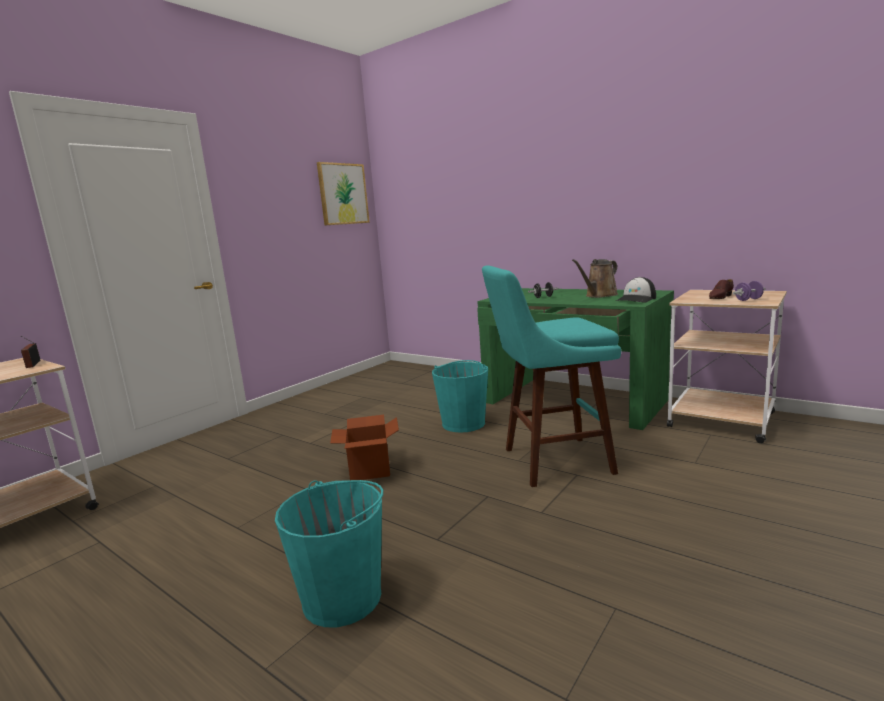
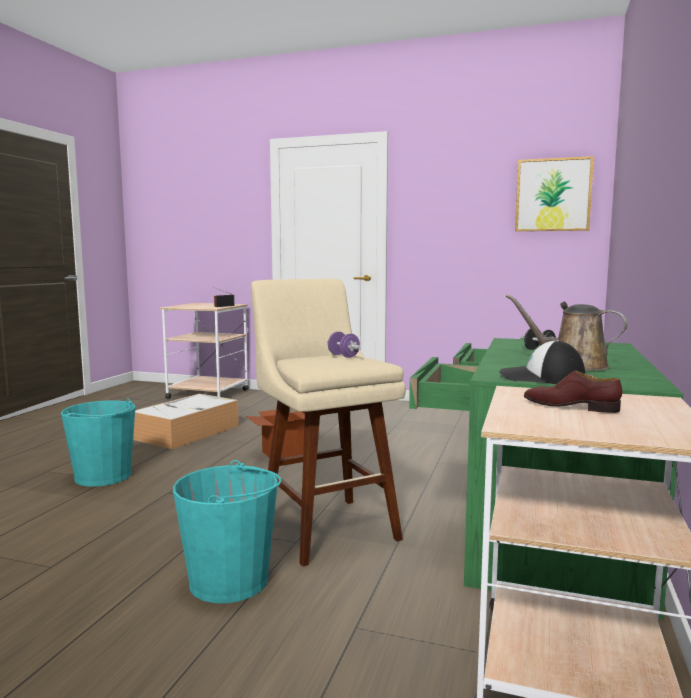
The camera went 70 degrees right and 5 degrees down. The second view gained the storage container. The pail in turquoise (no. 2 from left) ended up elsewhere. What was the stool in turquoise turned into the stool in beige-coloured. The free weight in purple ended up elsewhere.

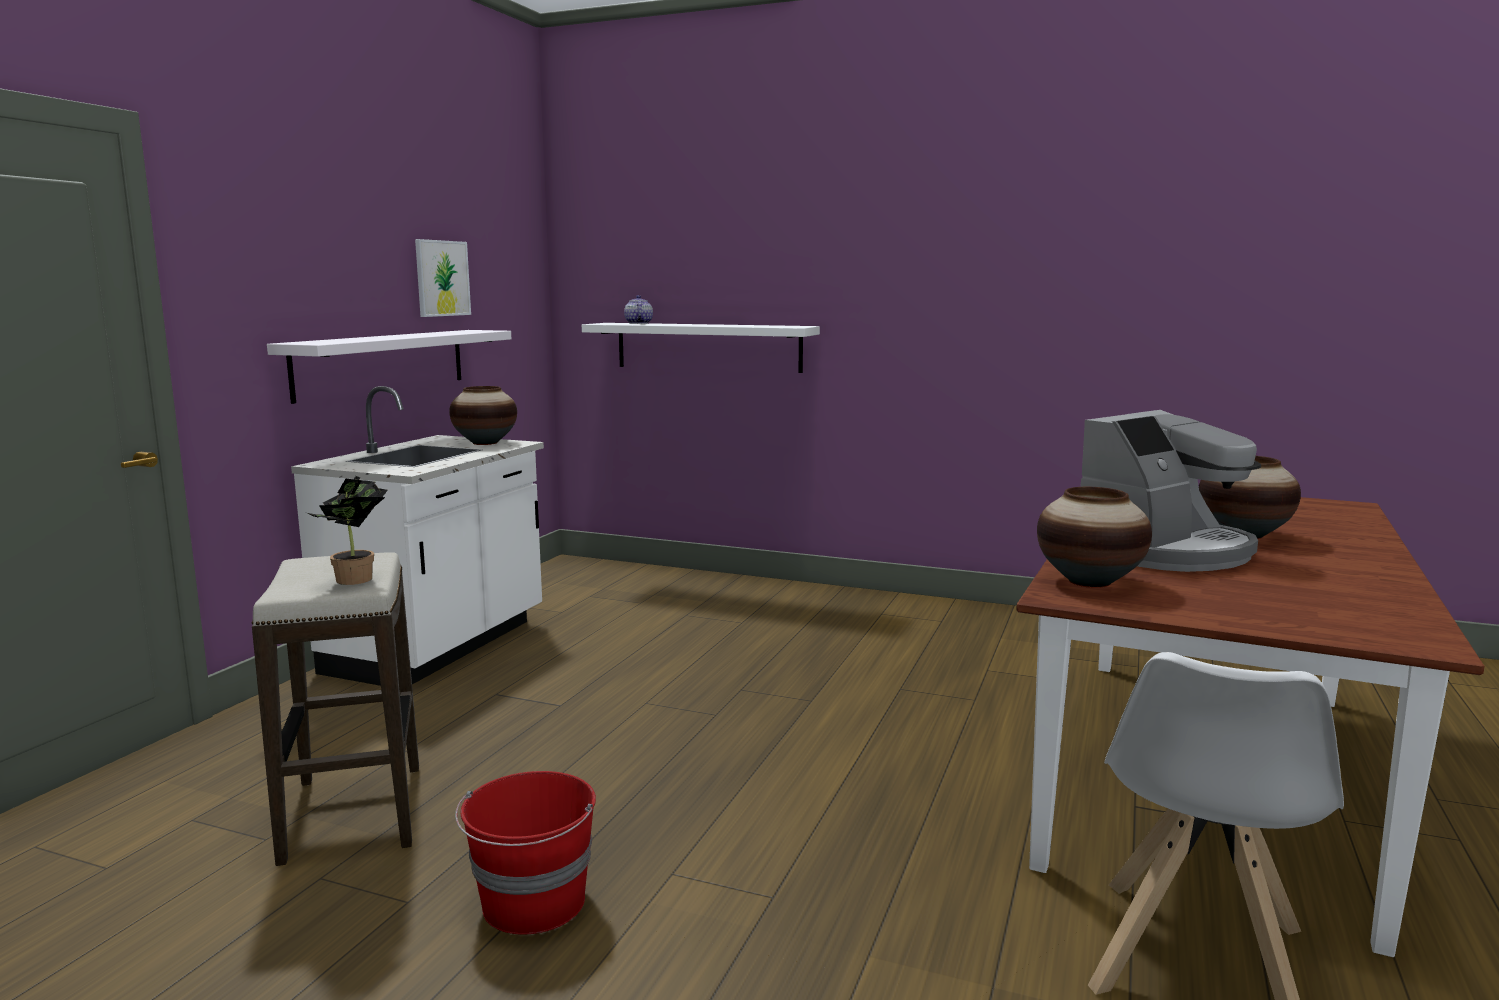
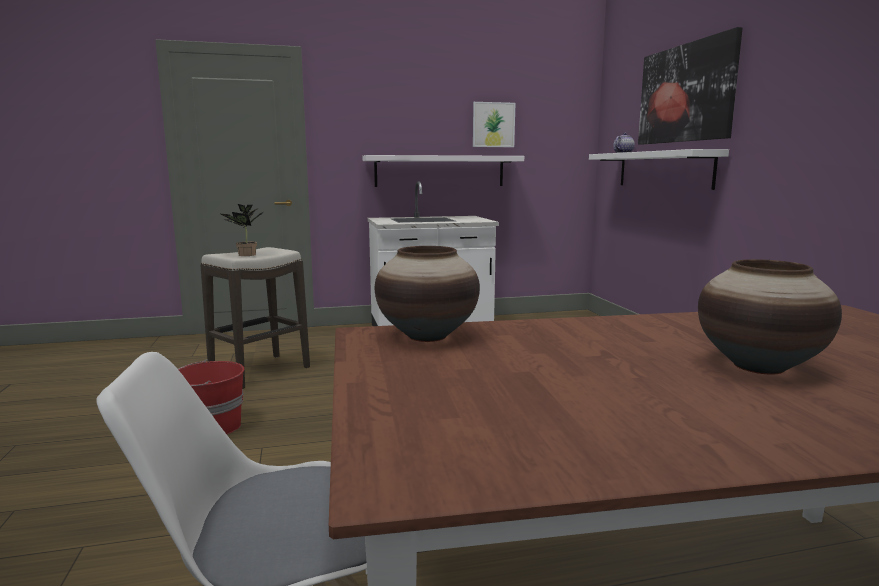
The camera went 55 degrees right and 0 degrees up. The second view gained the wall art (no. 2 from left). The second view lost the vase (no. 1 from left). The second view lost the coffee maker.

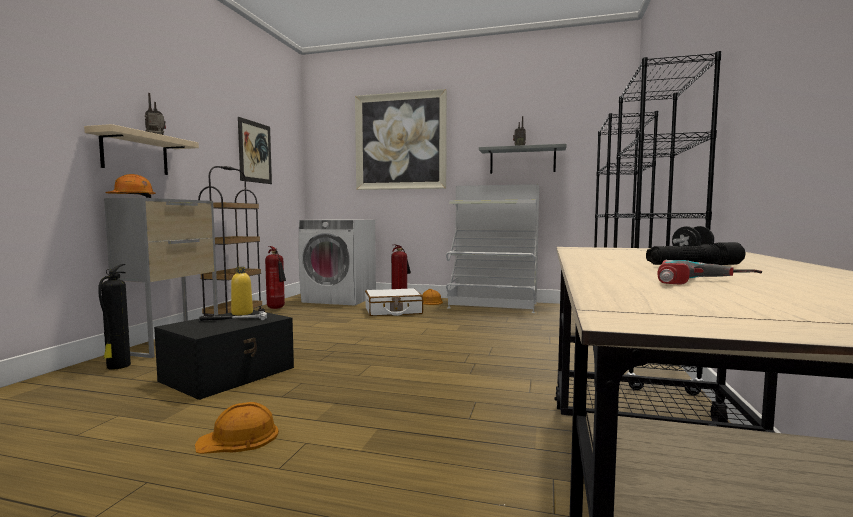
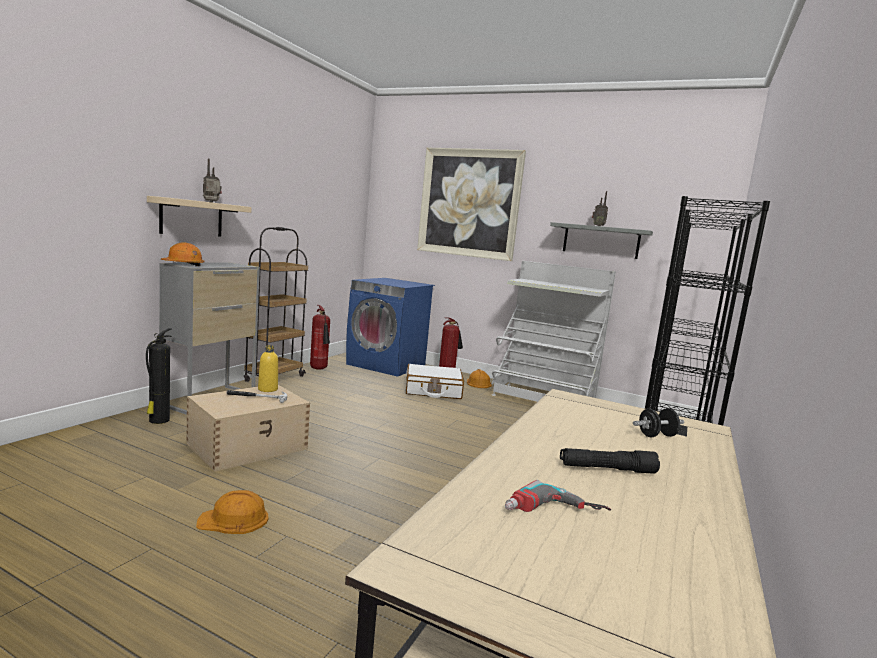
The camera went 10 degrees right and 5 degrees up. What was the storage container in black-coloured turned into the storage container in beige-coloured. What was the washing machine in white-coloured turned into the washing machine in blue-coloured. The second view lost the wall art (no. 1 from left).

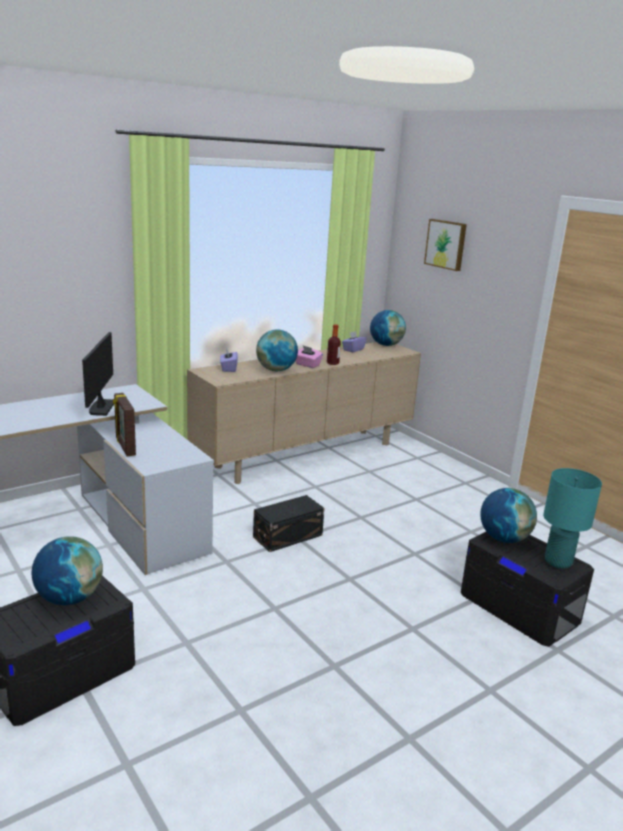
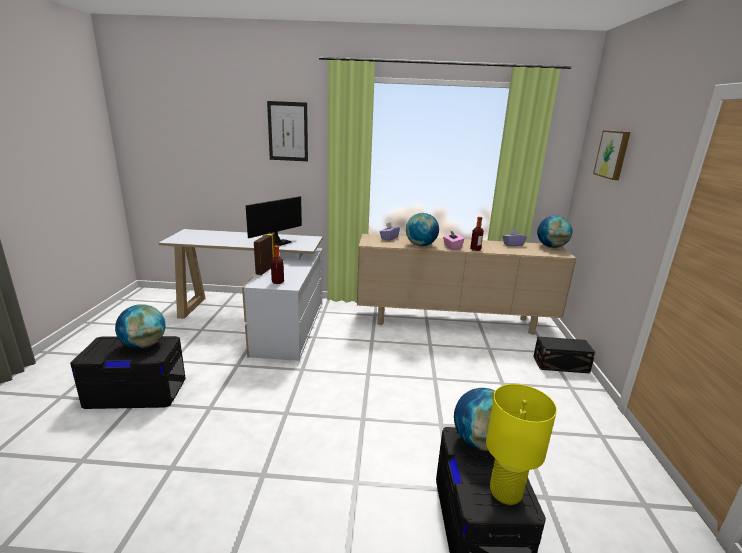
The camera went 40 degrees right and 0 degrees up. The second view gained the wall art (no. 1 from left). The second view gained the bottle (no. 1 from left). What was the lamp for a table in turquoise turned into the lamp for a table in yellowish. The storage container in black-coloured (no. 2 from left in the first image) ended up elsewhere.

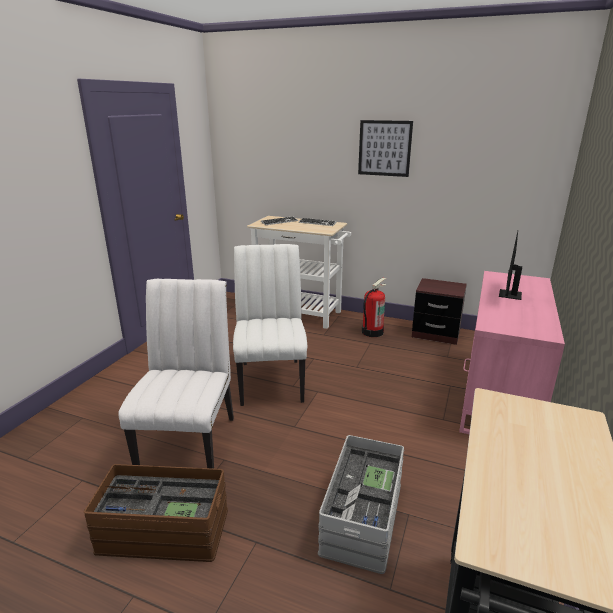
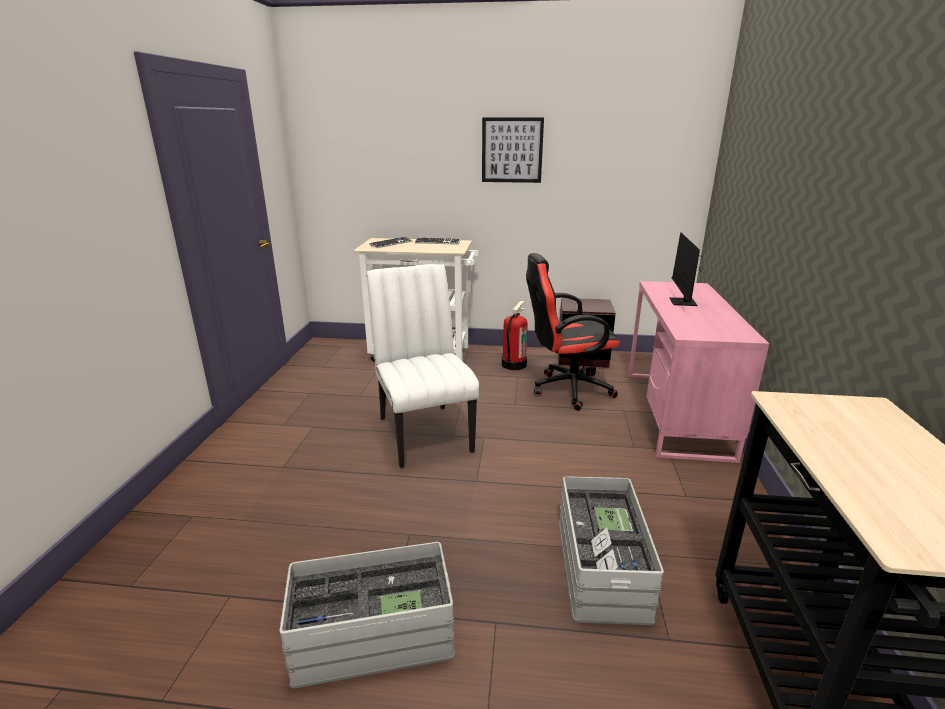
The camera went 15 degrees left and 0 degrees up. What was the storage container in brownish turned into the storage container in grey (no. 1 from left). The second view gained the desk chair in black-coloured. The second view lost the plain chair in white-coloured (no. 1 from left).

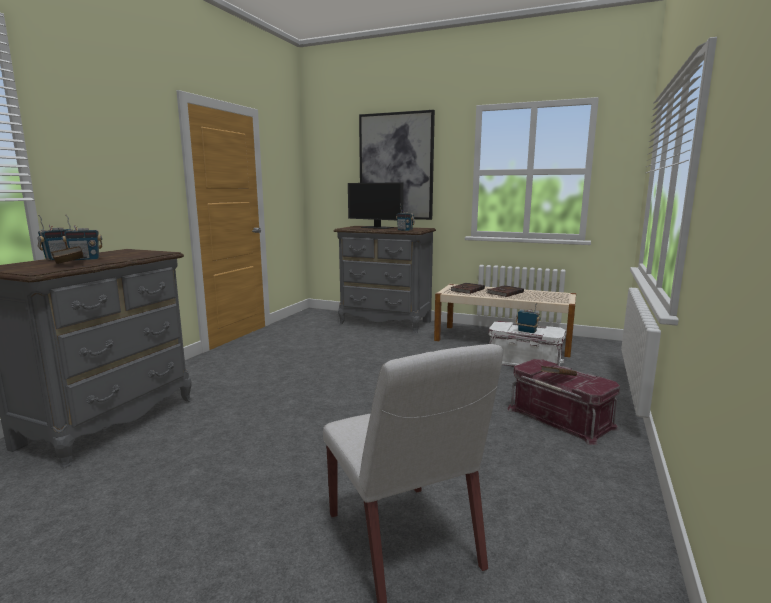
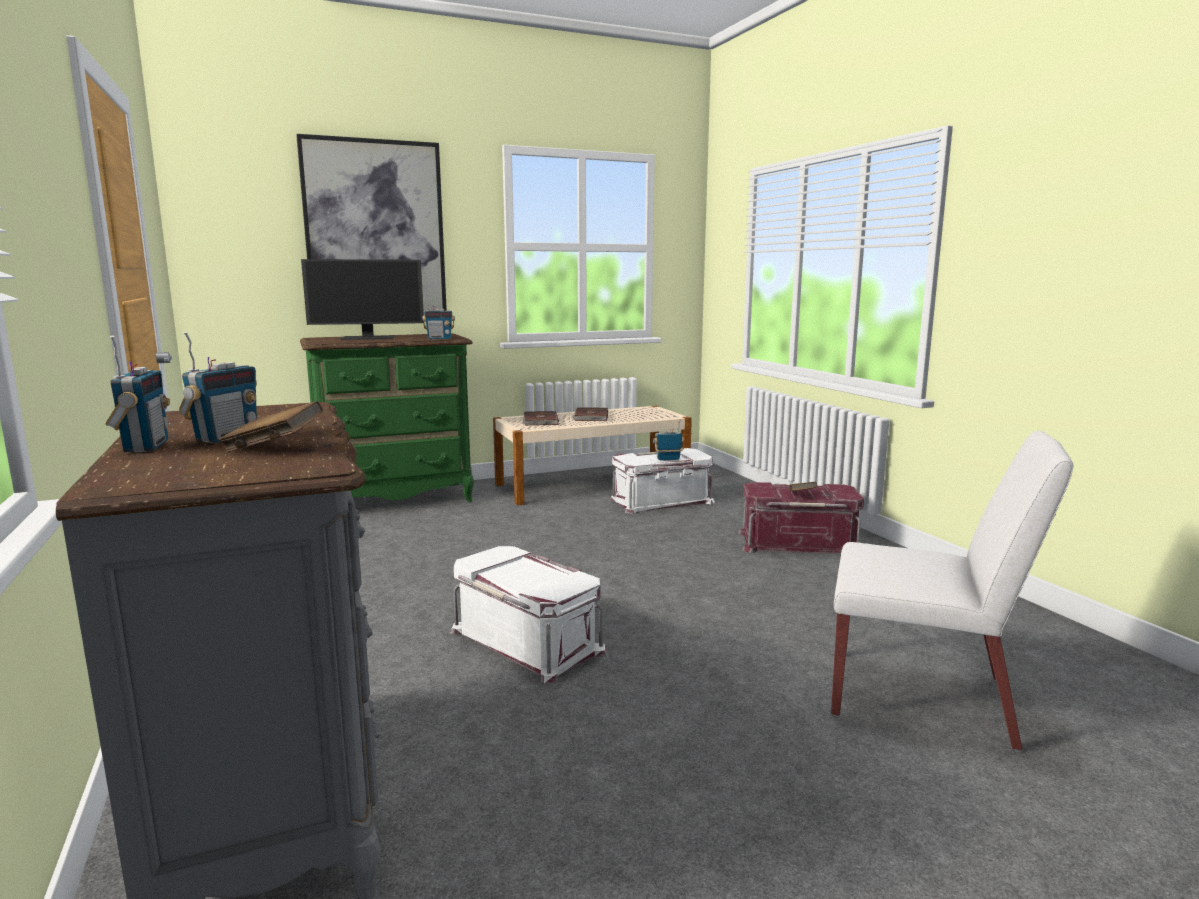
The camera went 45 degrees left and 0 degrees up. What was the drawer chest in grey (no. 2 from left) turned into the drawer chest in green. The second view gained the storage container in white-coloured (no. 1 from left).

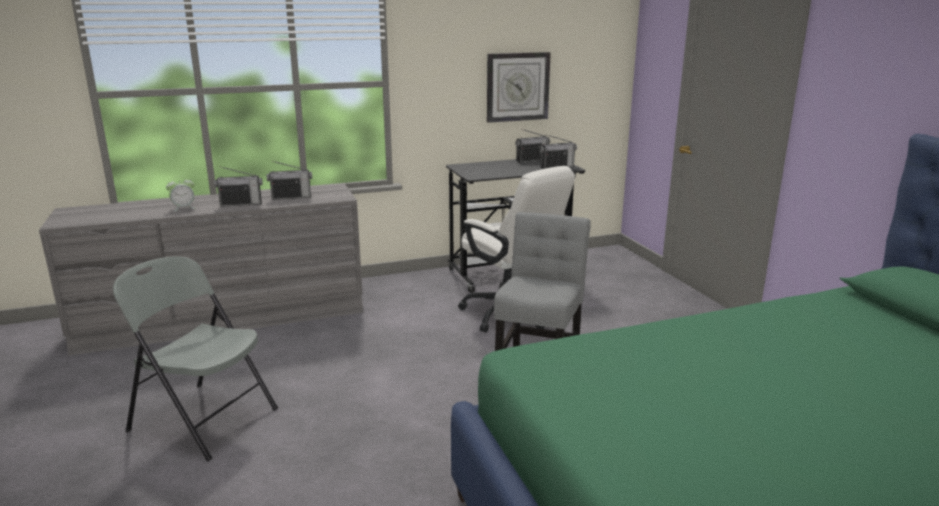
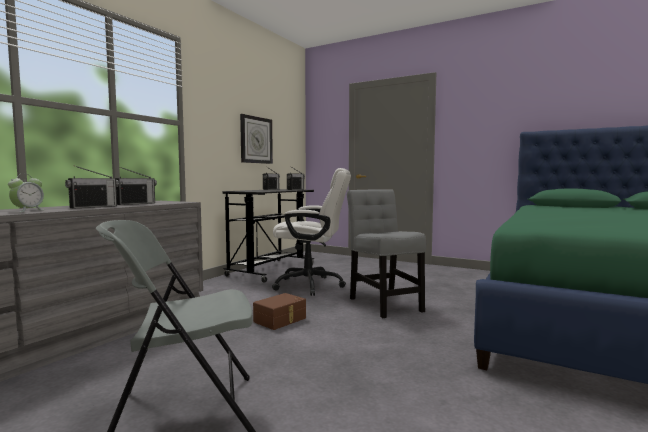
The camera went 40 degrees left and 15 degrees down. The second view gained the storage container in brownish.

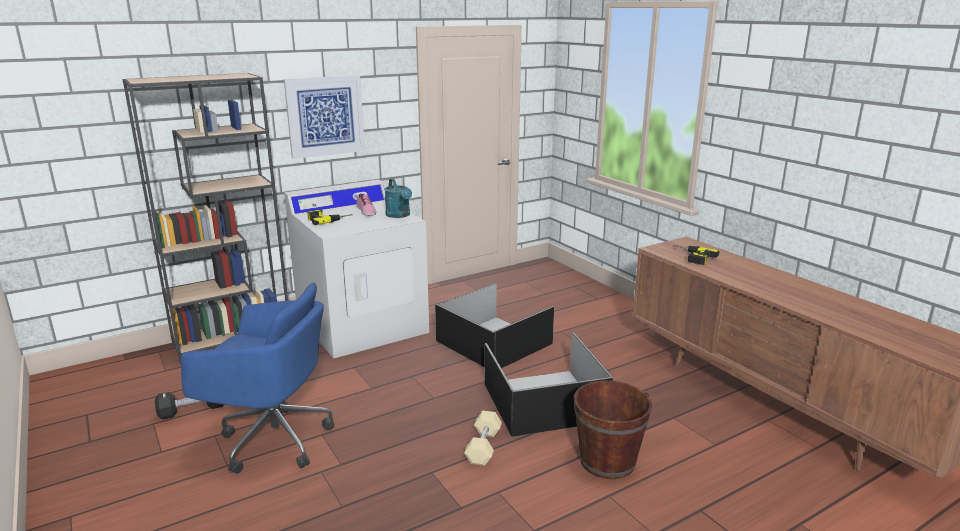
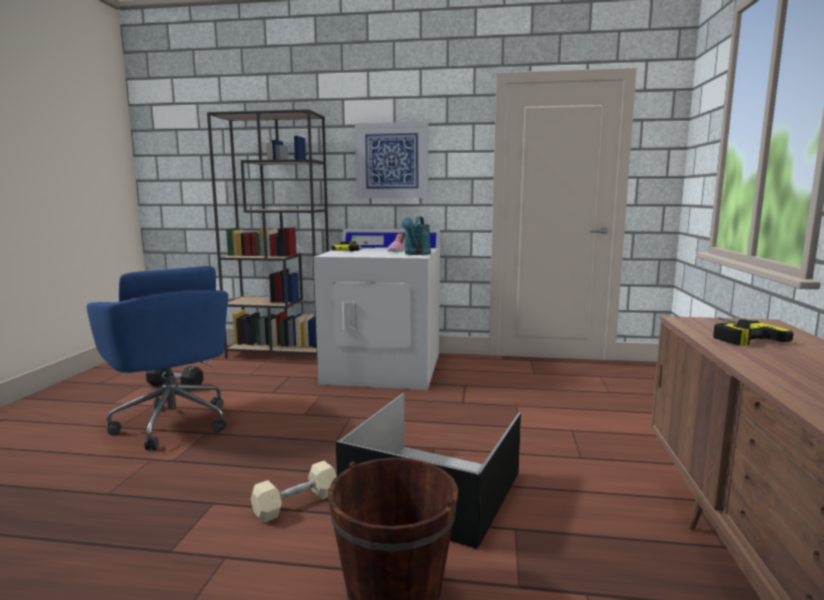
The camera went 40 degrees right and 10 degrees down. The second view lost the storage container in black-coloured (no. 1 from left).

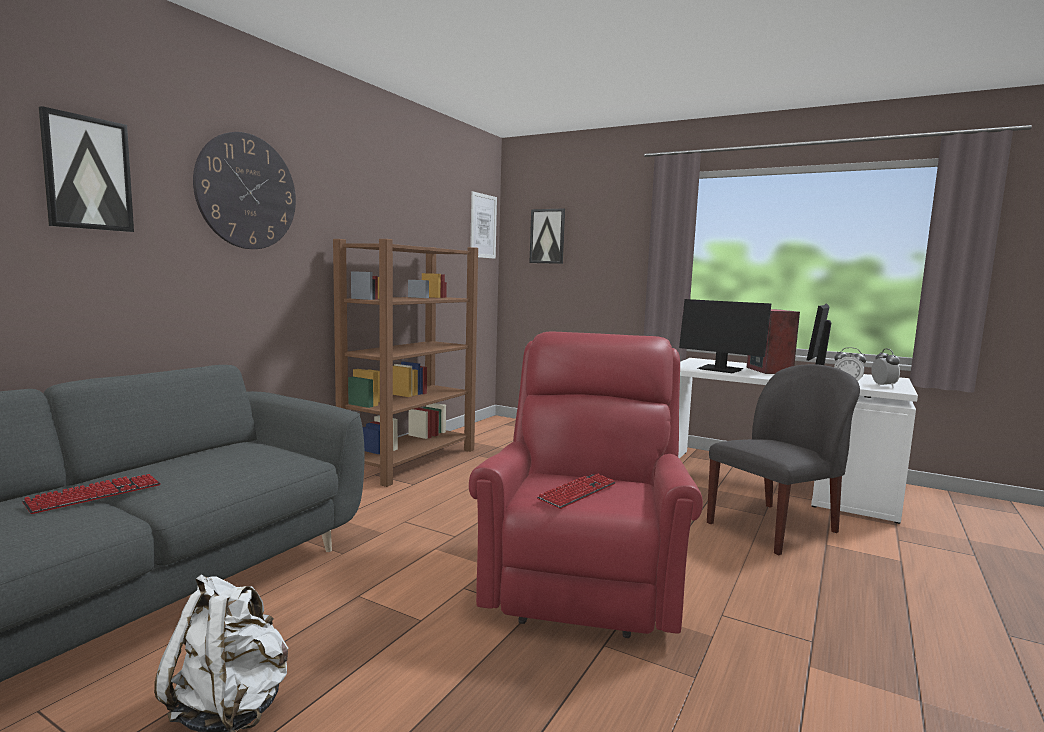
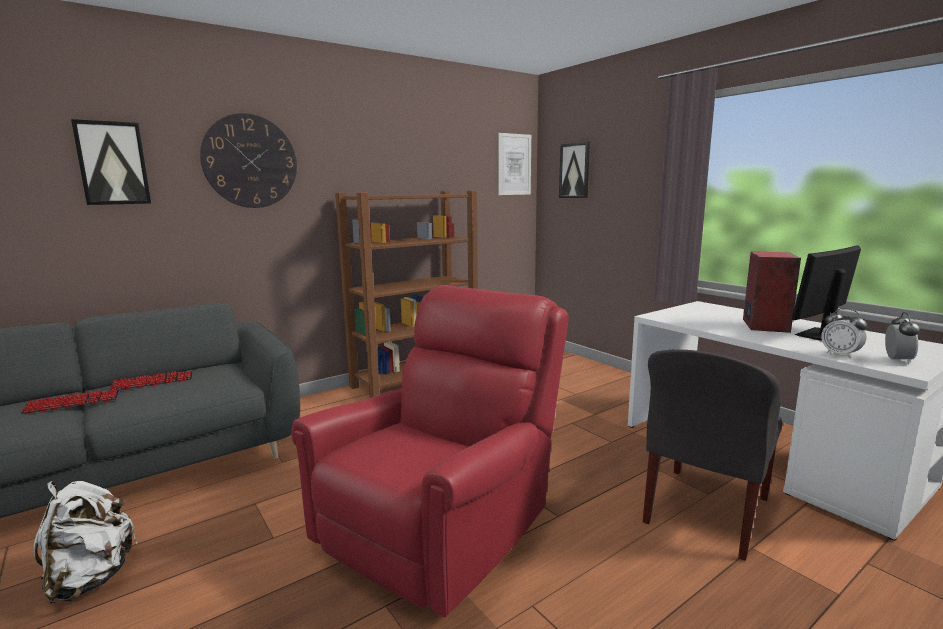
The camera went 25 degrees right and 5 degrees up. The computer keyboard (no. 2 from left) ended up elsewhere. The plain chair in grey ended up facing another way, 135 degrees clockwise from before. The second view lost the computer screen (no. 1 from left).

